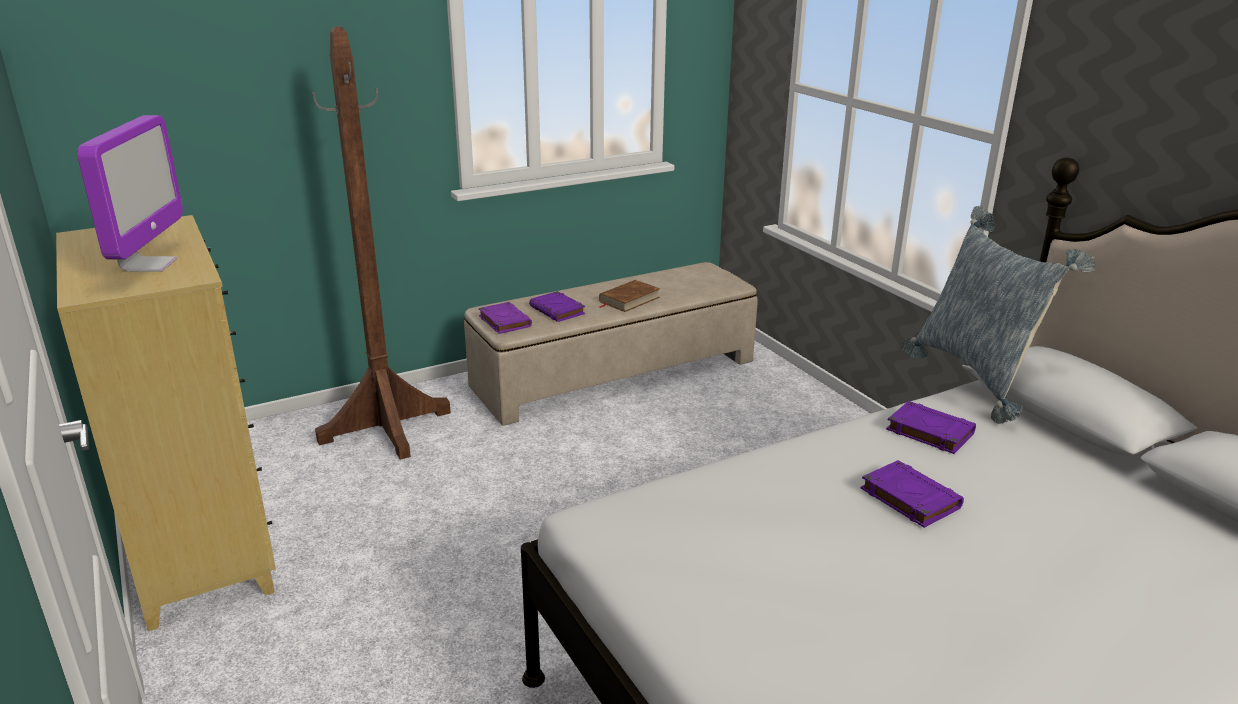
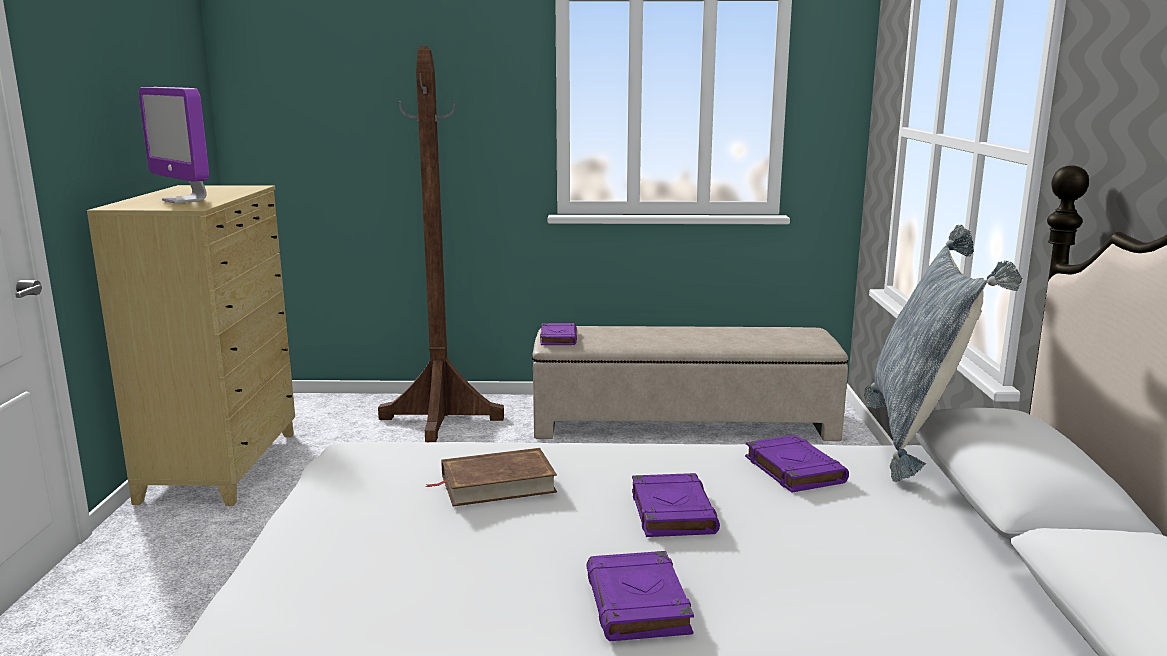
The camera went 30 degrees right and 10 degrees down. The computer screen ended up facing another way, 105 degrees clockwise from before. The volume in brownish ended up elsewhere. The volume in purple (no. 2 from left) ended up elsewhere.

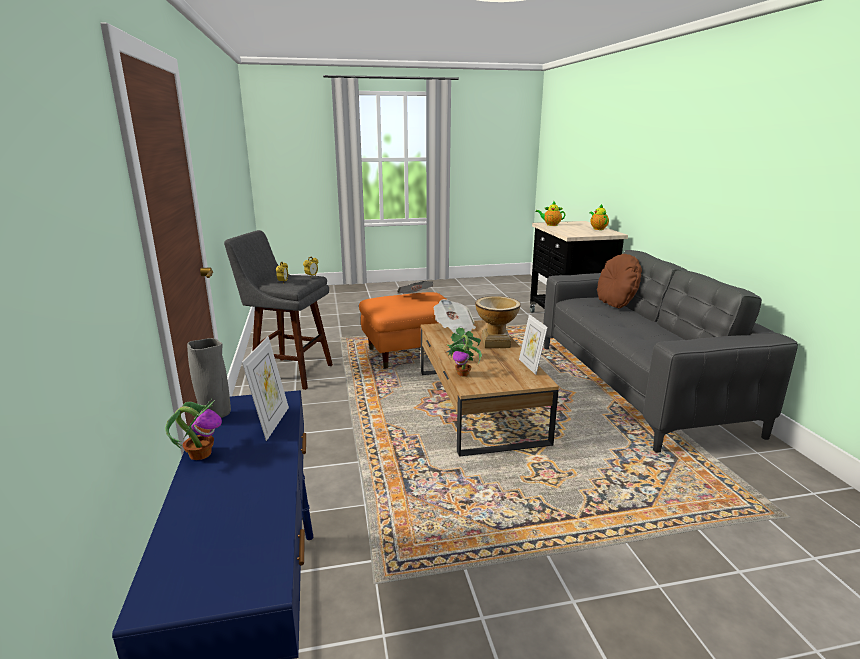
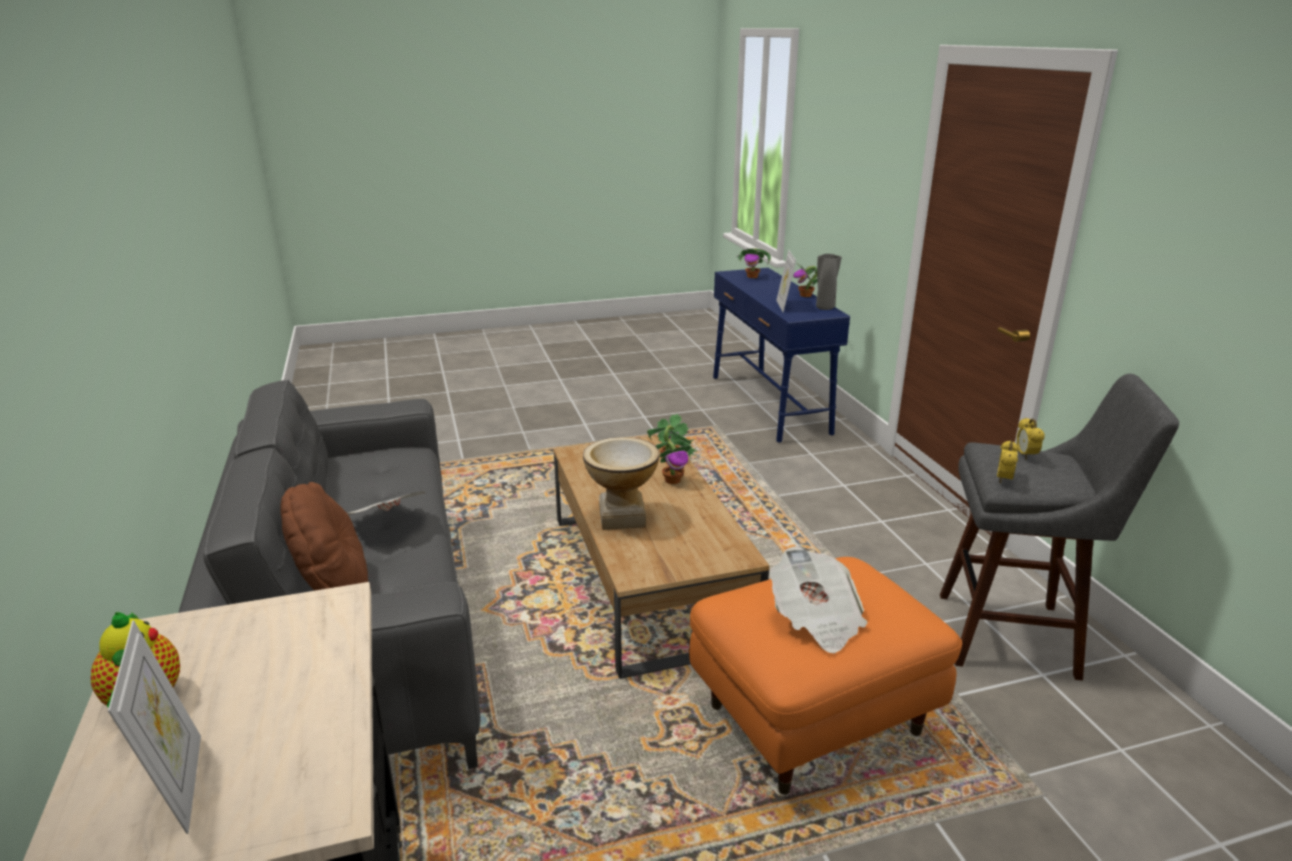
The camera went 175 degrees right and 5 degrees up. The photo frame (no. 2 from left in the first image) ended up elsewhere. The newspaper (no. 2 from left in the first image) ended up elsewhere. The second view gained the potted plant (no. 3 from left). The second view lost the pot for tea (no. 1 from left).

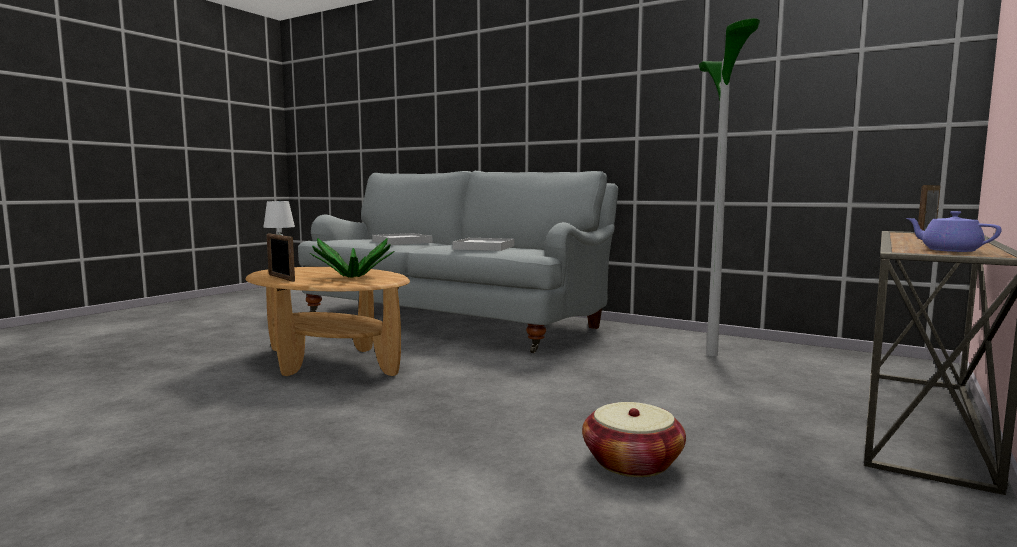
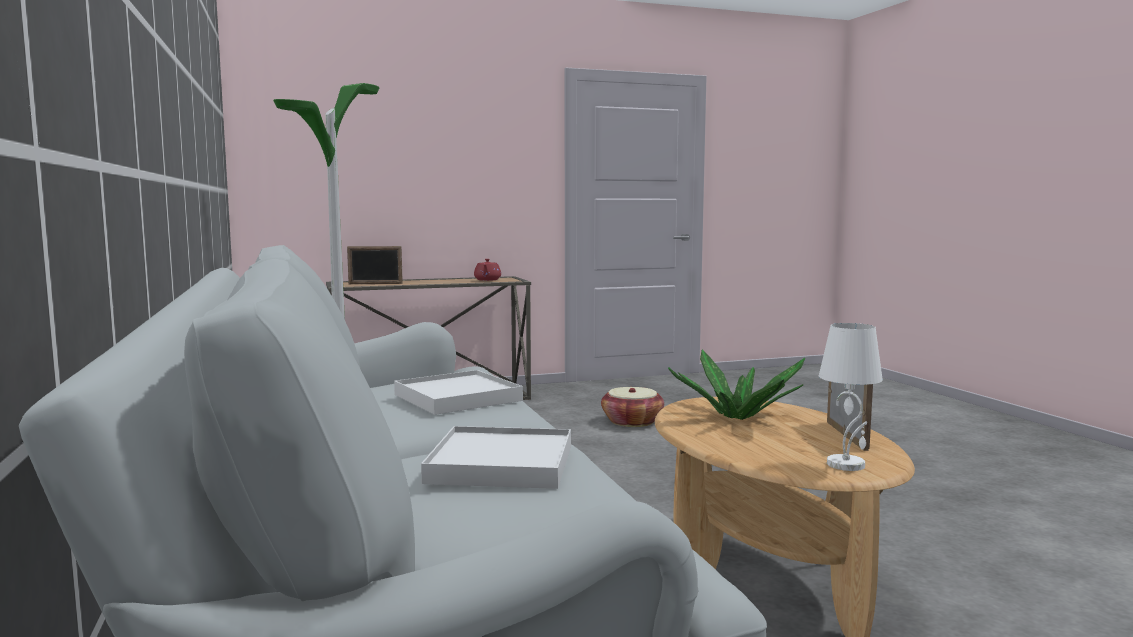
The camera went 140 degrees left and 0 degrees up. What was the pot for tea in purple turned into the pot for tea in red-coloured.

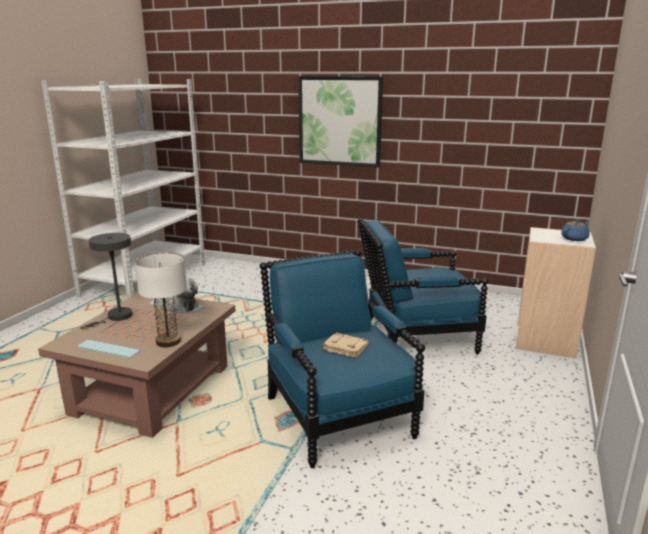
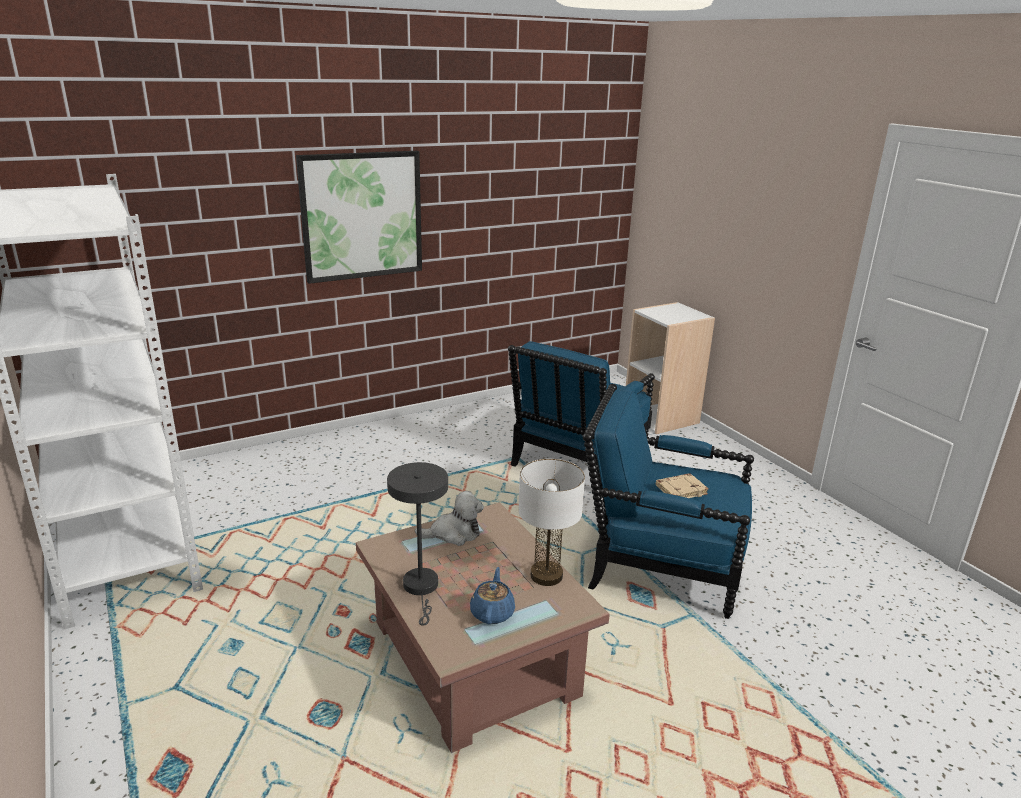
The camera went 50 degrees left and 5 degrees up. The pot for tea in blue-coloured ended up elsewhere.

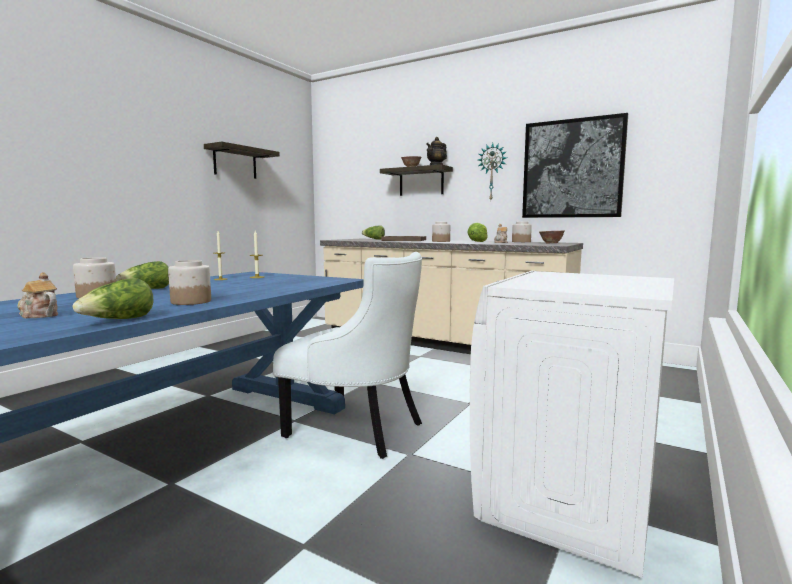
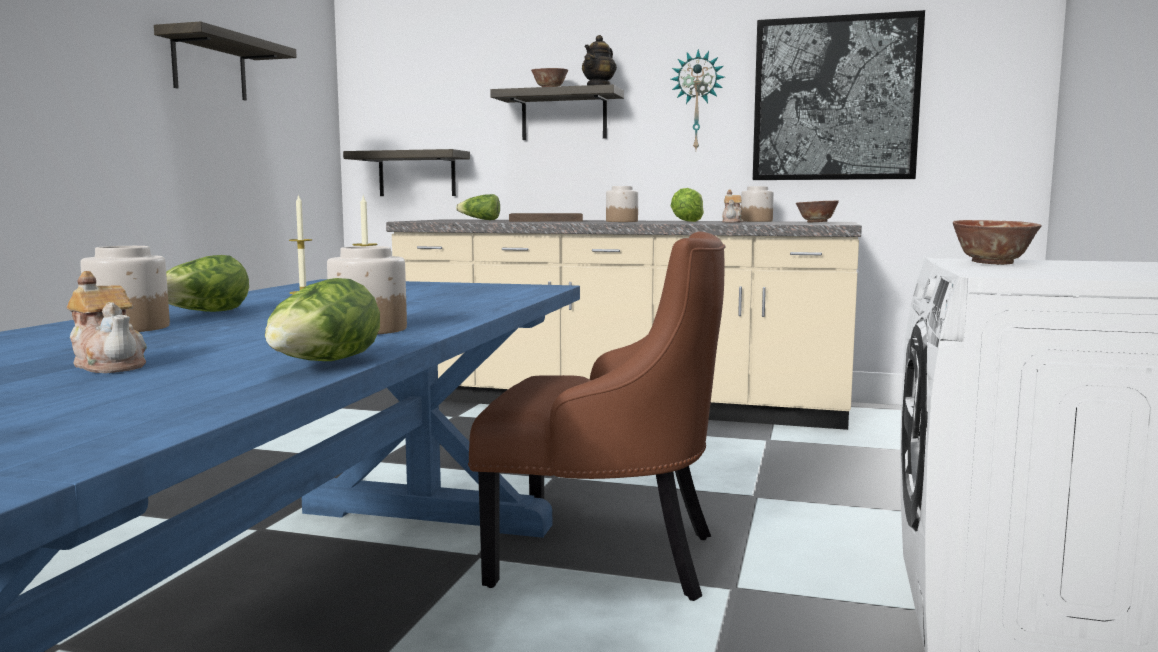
The camera went 15 degrees left and 0 degrees up. The pot for tea (no. 1 from left) ended up facing another way, 150 degrees counterclockwise from before. The second view gained the wall shelf (no. 2 from left). What was the plain chair in white-coloured turned into the plain chair in brownish. The second view gained the serving bowl (no. 3 from left).

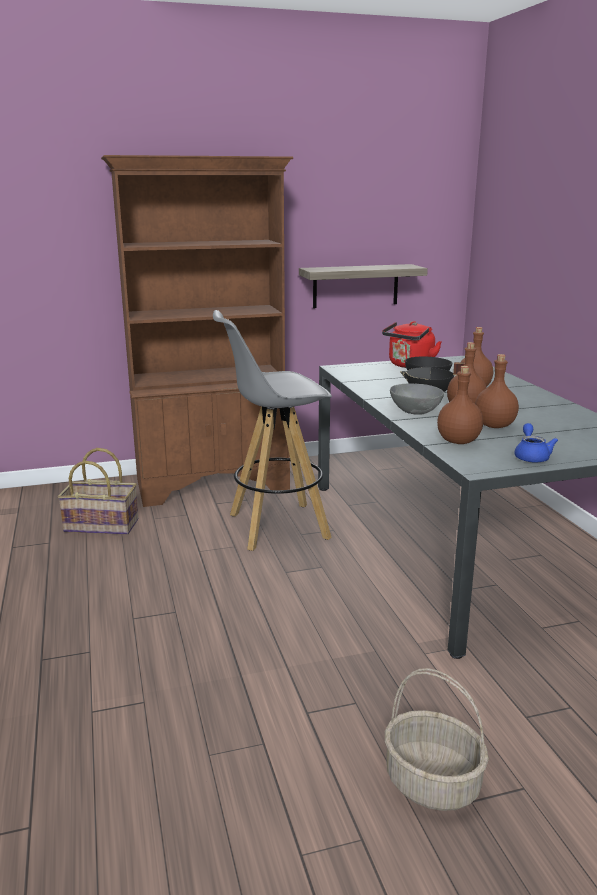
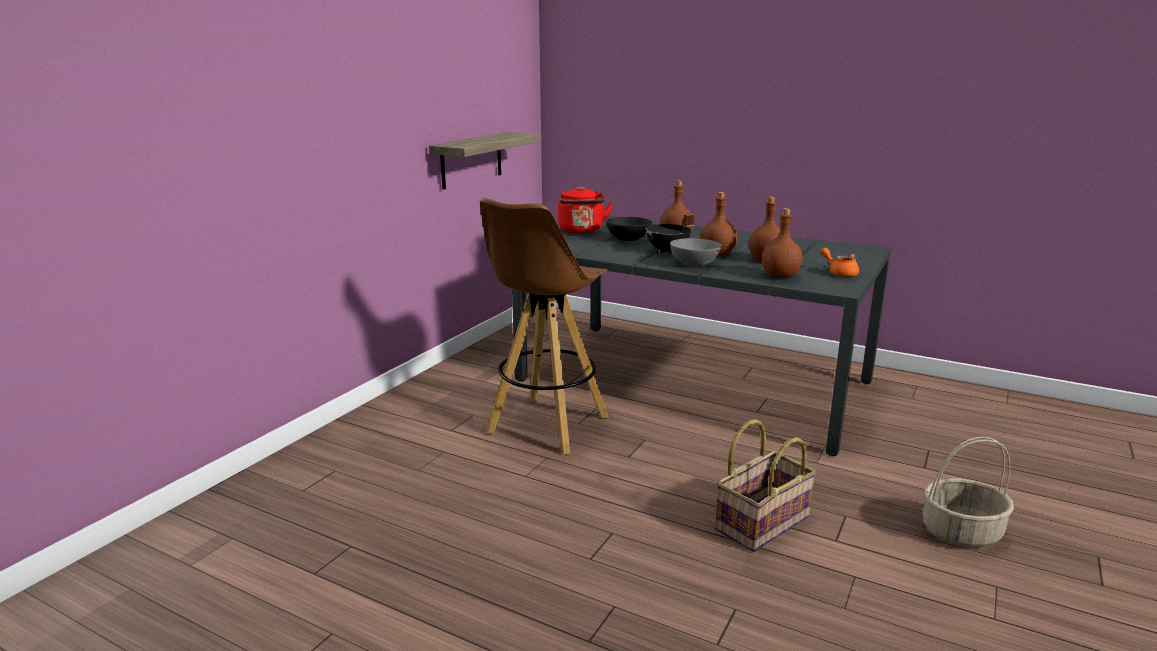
The camera went 45 degrees left and 0 degrees up. What was the stool in grey turned into the stool in brownish. The household basket (no. 1 from left) ended up elsewhere. What was the pot for tea in blue-coloured turned into the pot for tea in orangey. The second view lost the shelving unit in brownish.

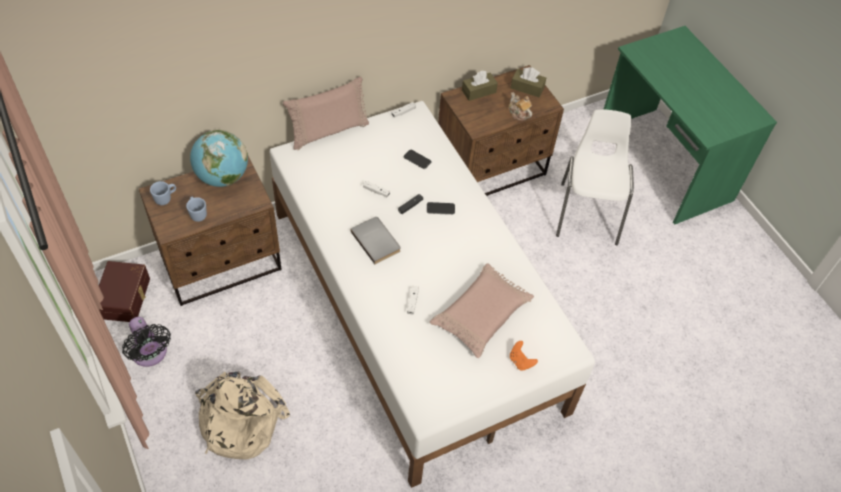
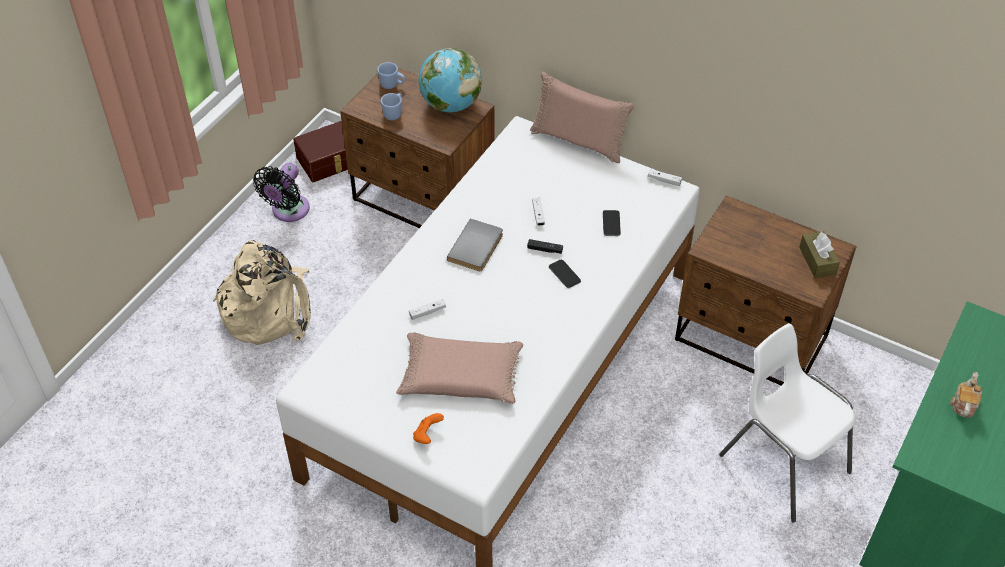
The camera went 60 degrees right and 5 degrees down. The plain chair in white-coloured ended up facing another way, 105 degrees counterclockwise from before. The pot for tea ended up elsewhere. The second view lost the tissue box in brownish (no. 1 from left).

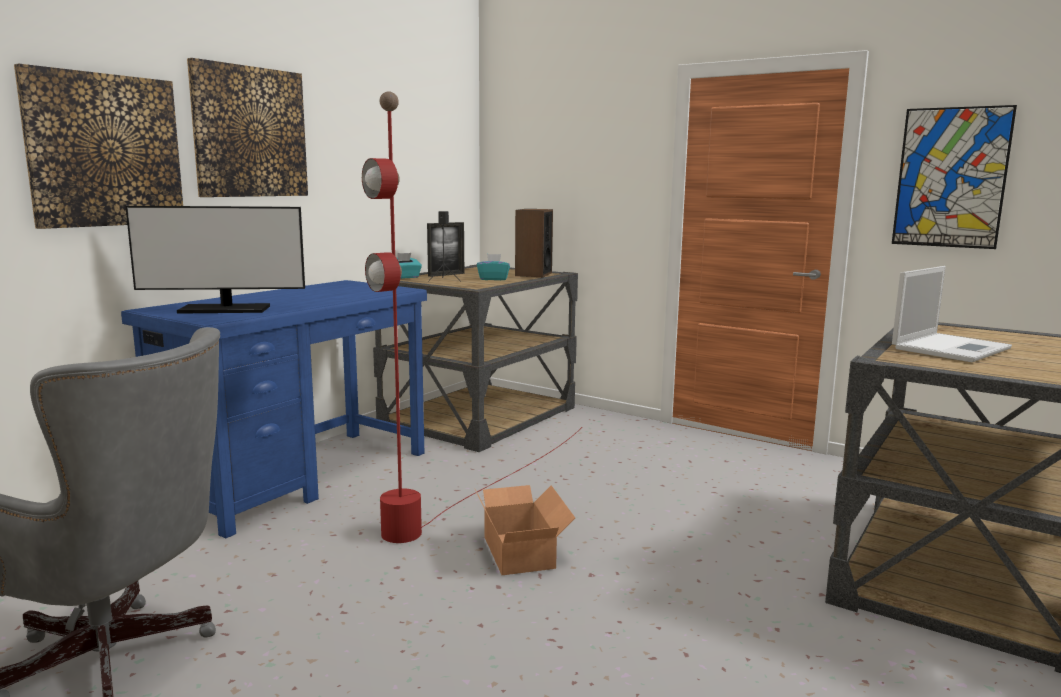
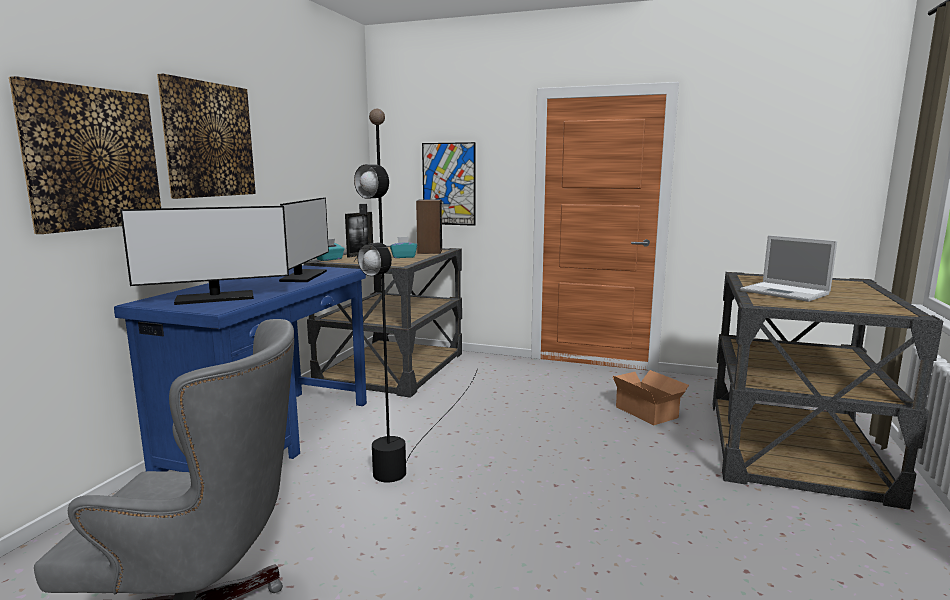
The camera went 15 degrees left and 0 degrees up. The second view gained the computer screen (no. 2 from left). What was the floor lamp in red-coloured turned into the floor lamp in black-coloured. The wall art (no. 3 from left) ended up elsewhere. The cardboard box ended up elsewhere. The portable computer ended up facing another way, 105 degrees clockwise from before.

